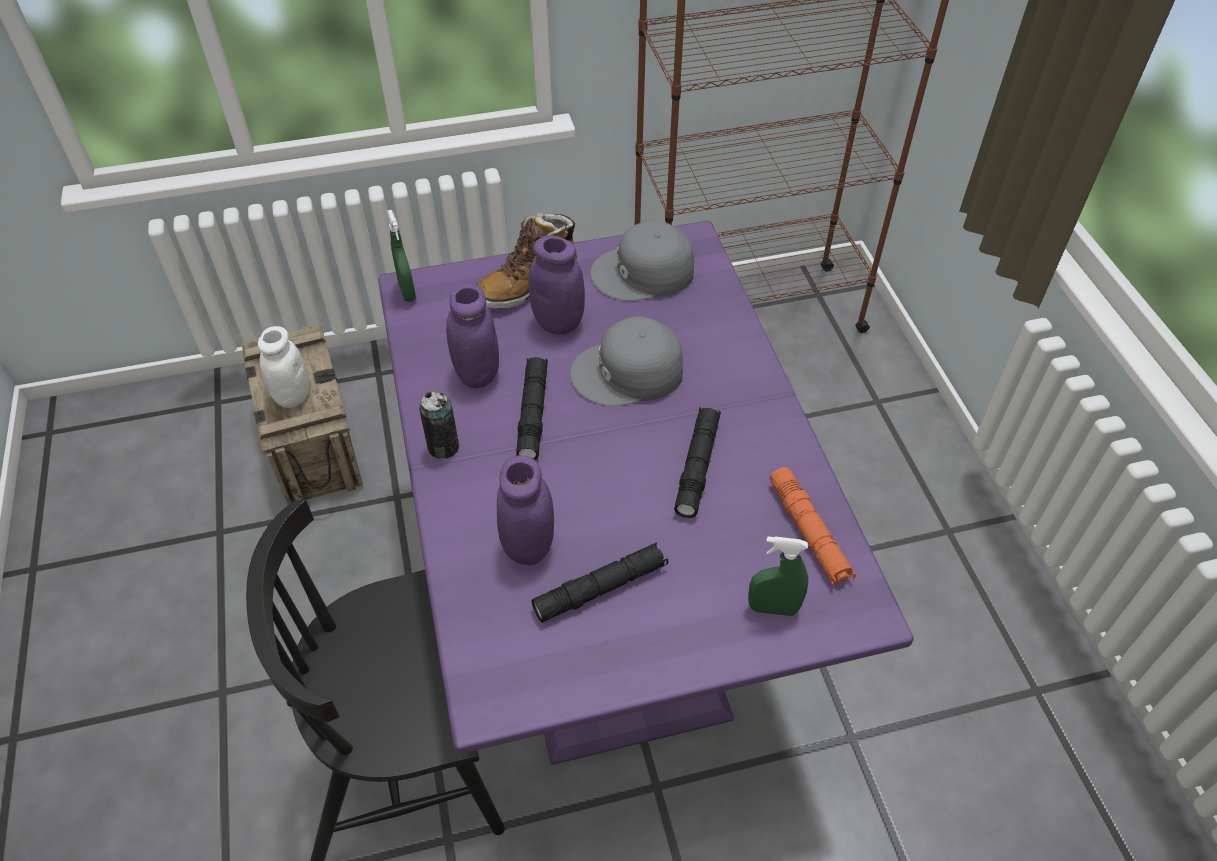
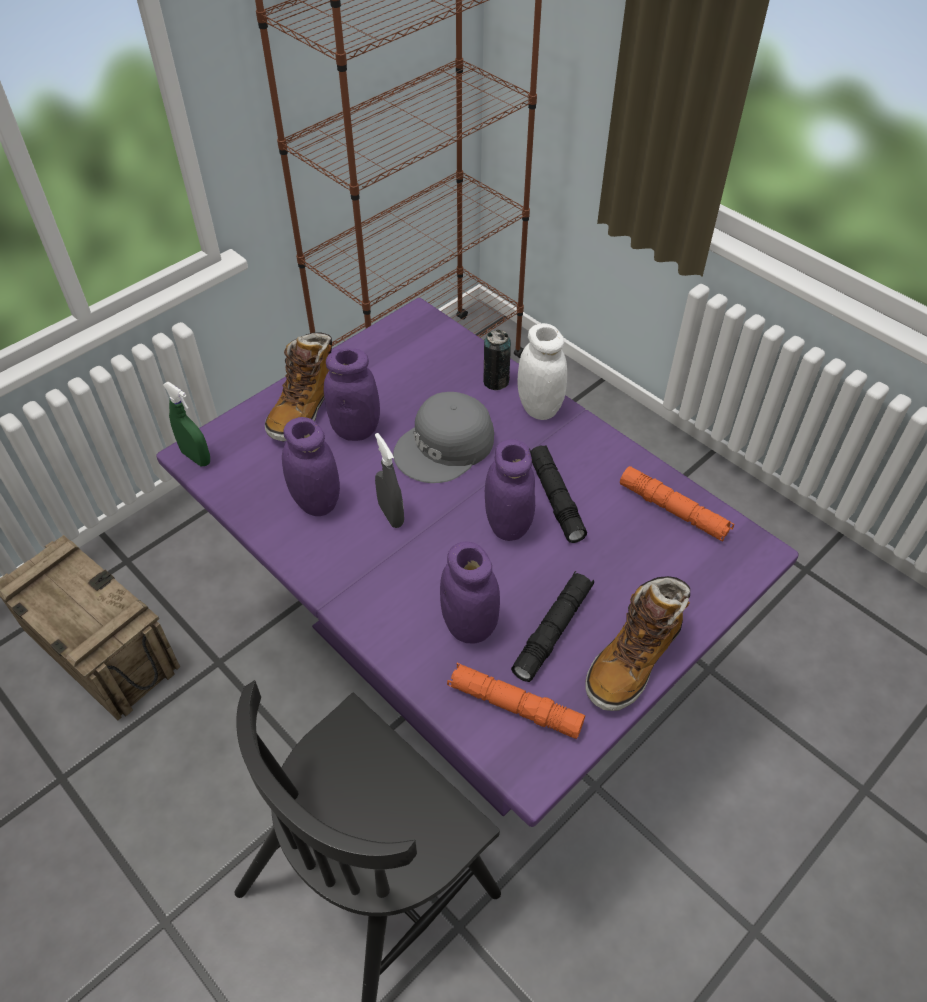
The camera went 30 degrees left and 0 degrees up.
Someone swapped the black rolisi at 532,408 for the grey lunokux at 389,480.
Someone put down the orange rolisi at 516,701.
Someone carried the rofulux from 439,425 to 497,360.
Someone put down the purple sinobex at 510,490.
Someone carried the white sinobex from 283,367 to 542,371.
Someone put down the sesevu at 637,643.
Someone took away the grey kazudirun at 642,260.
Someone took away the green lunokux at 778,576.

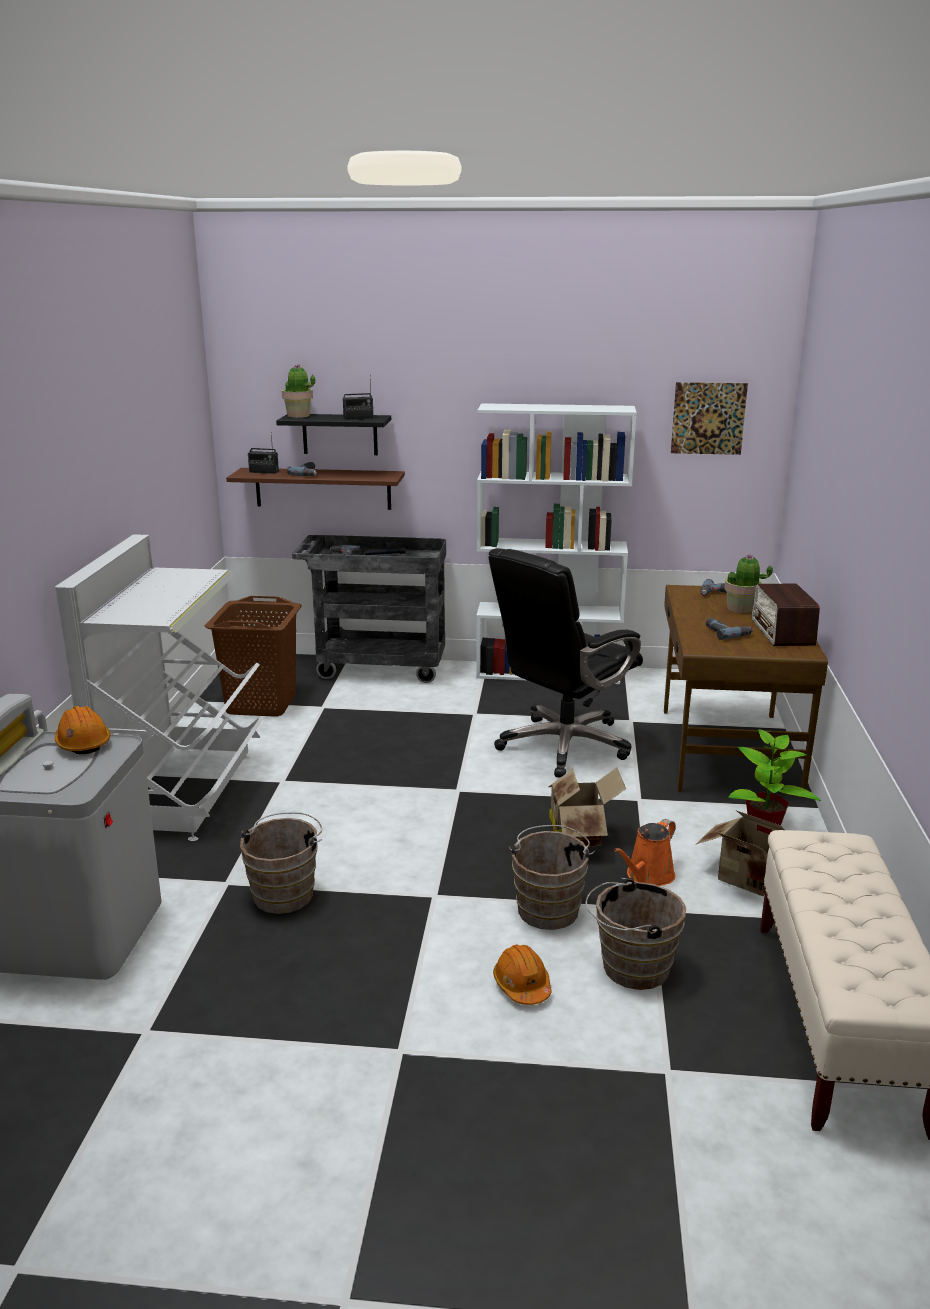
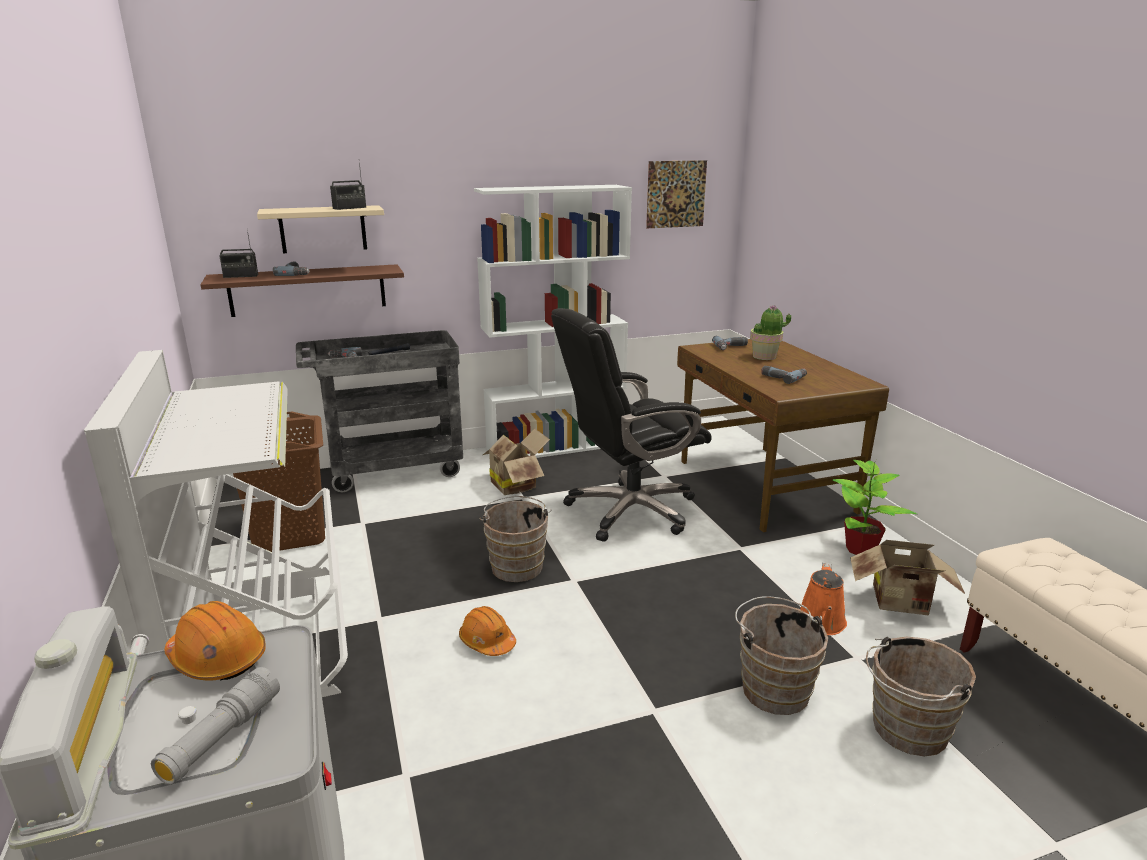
The camera went 25 degrees left and 0 degrees up.
Someone put down the grey rolisi at 215,726.
Someone repainted the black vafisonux at 333,434, which became the beige vafisonux at 320,229.
Someone carried the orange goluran from 522,975 to 487,631.
Someone carried the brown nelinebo from 281,863 to 515,539.
Someone carried the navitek from 587,807 to 516,462.
Someone rotated the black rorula at 565,663 by 45 degrees clockwise.
Someone took away the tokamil at 298,391.
Someone took away the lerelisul at 786,615.

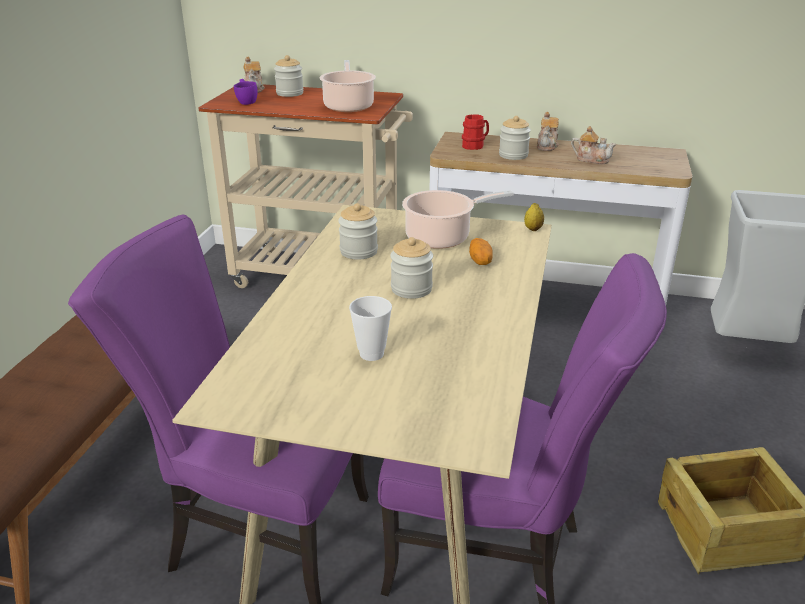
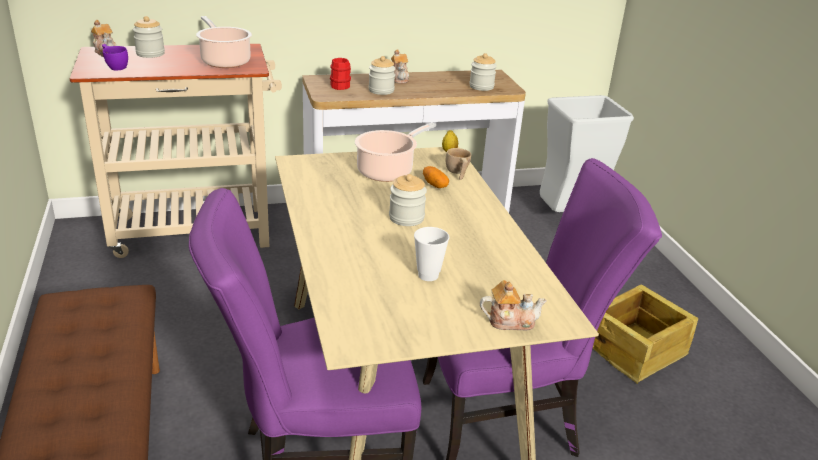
The camera went 30 degrees left and 0 degrees up.
Someone put down the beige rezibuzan at 458,164.
Someone carried the sinobex from 358,231 to 483,72.
Someone carried the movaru from 593,145 to 513,305.

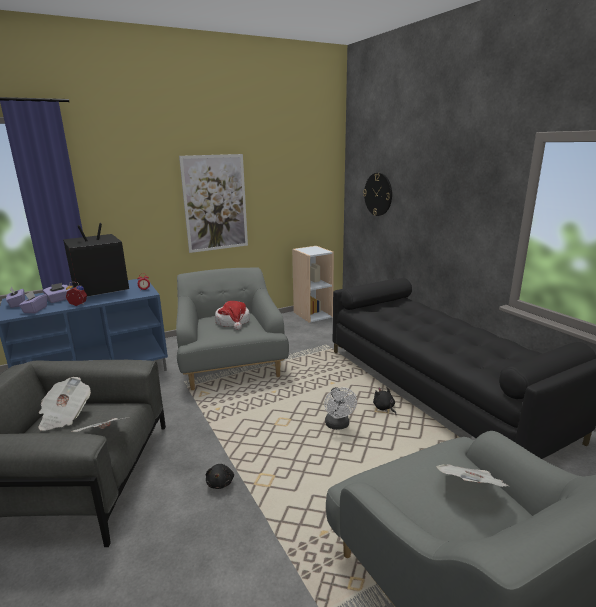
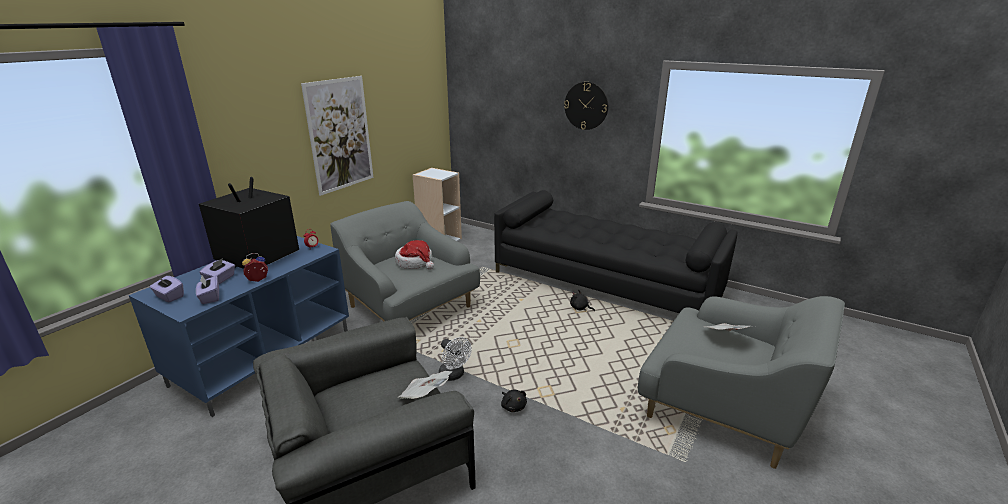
The camera went 30 degrees left and 5 degrees up.
Someone carried the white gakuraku from 340,408 to 455,359.
Someone carried the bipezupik from 377,194 to 586,106.
Someone took away the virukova at 64,404.

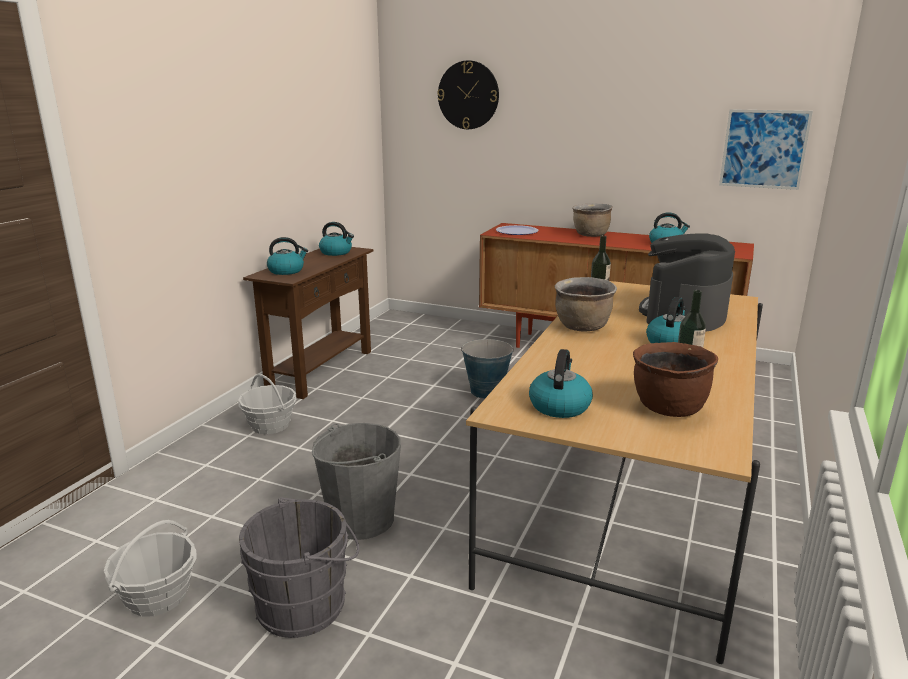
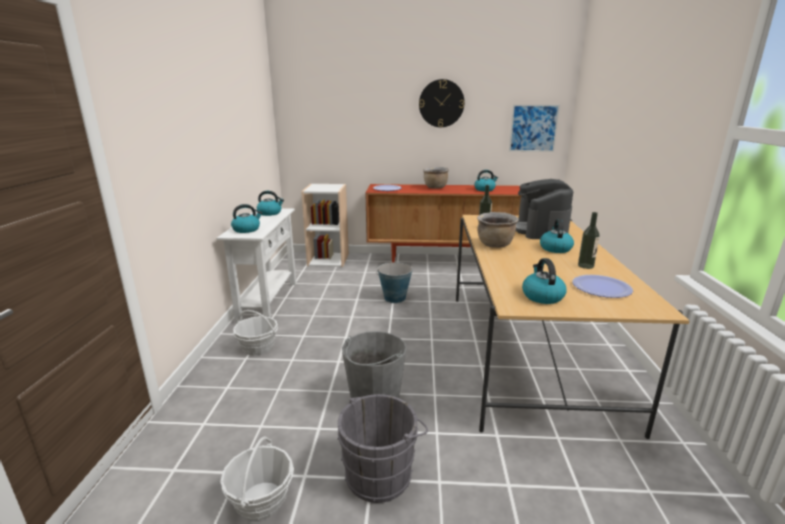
The camera went 20 degrees left and 0 degrees up.
Someone repainted the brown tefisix at 308,323, which became the white tefisix at 256,265.
Someone put down the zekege at 325,225.
Someone carried the bipezupik from 468,94 to 441,103.
Someone swapped the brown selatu at 675,379 for the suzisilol at 602,286.

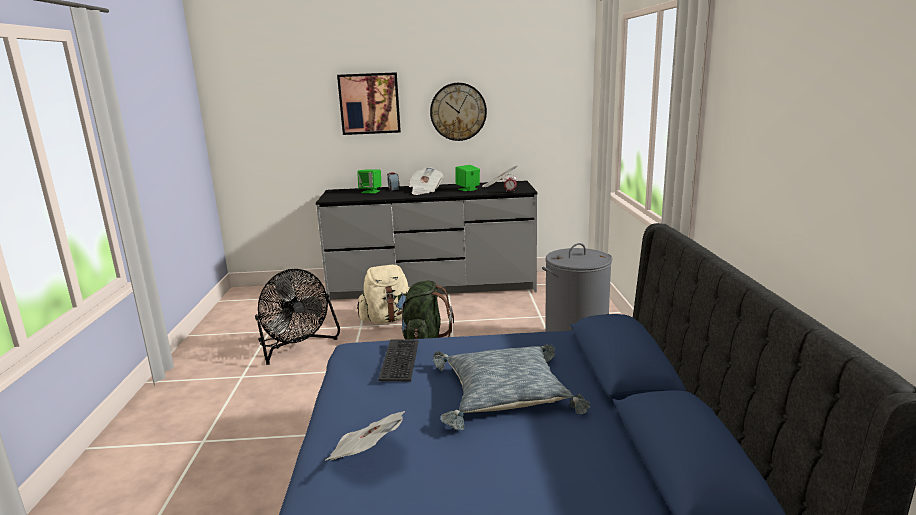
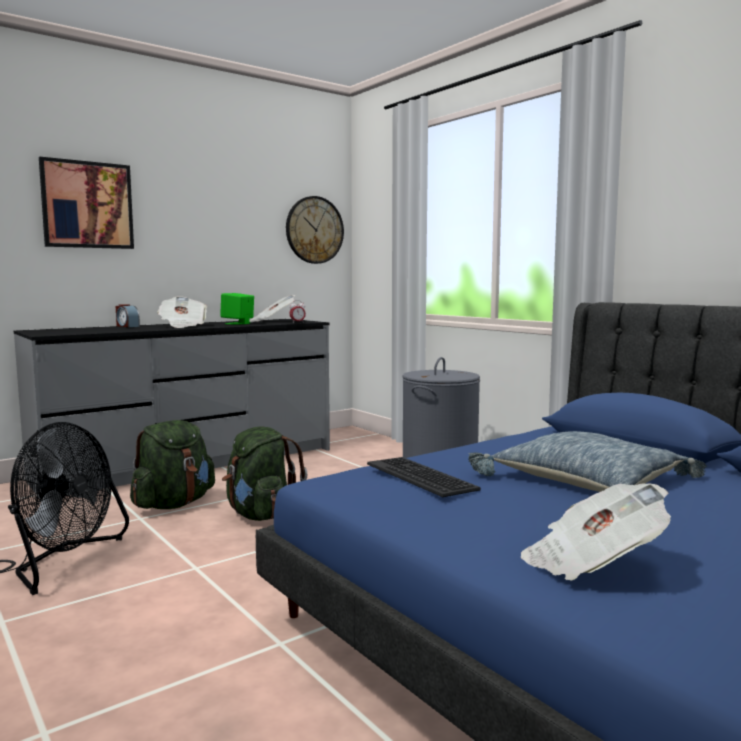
The camera went 35 degrees left and 10 degrees down.
Someone repainted the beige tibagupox at 383,294, which became the green tibagupox at 172,464.
Someone carried the bipezupik from 458,112 to 315,230.
Someone took away the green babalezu at 369,181.

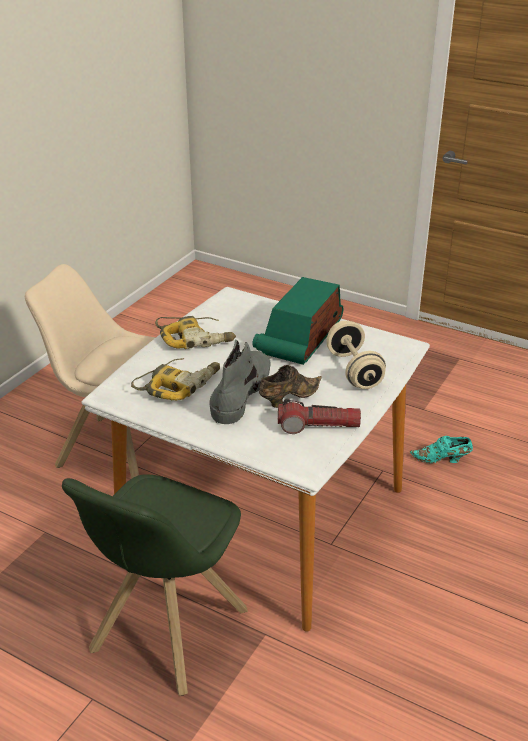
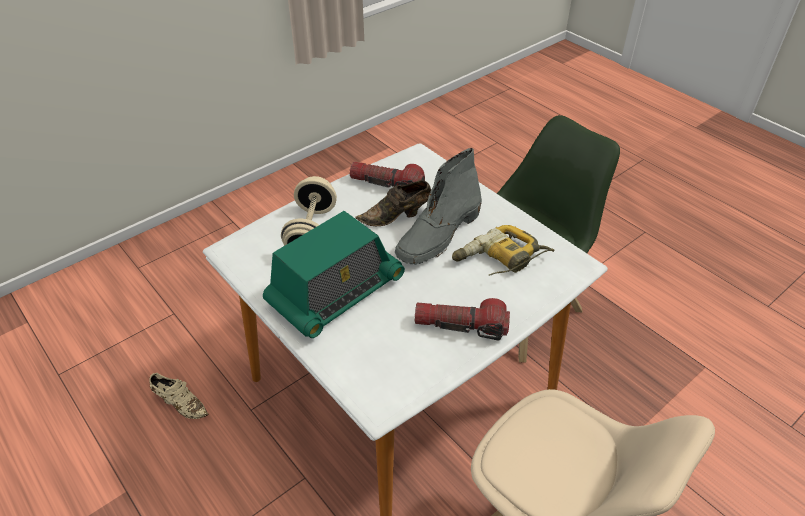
The camera went 160 degrees left and 10 degrees up.
Someone repainted the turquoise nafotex at 441,449, which became the beige nafotex at 179,396.
Someone swapped the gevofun at 195,332 for the rolisi at 462,319.

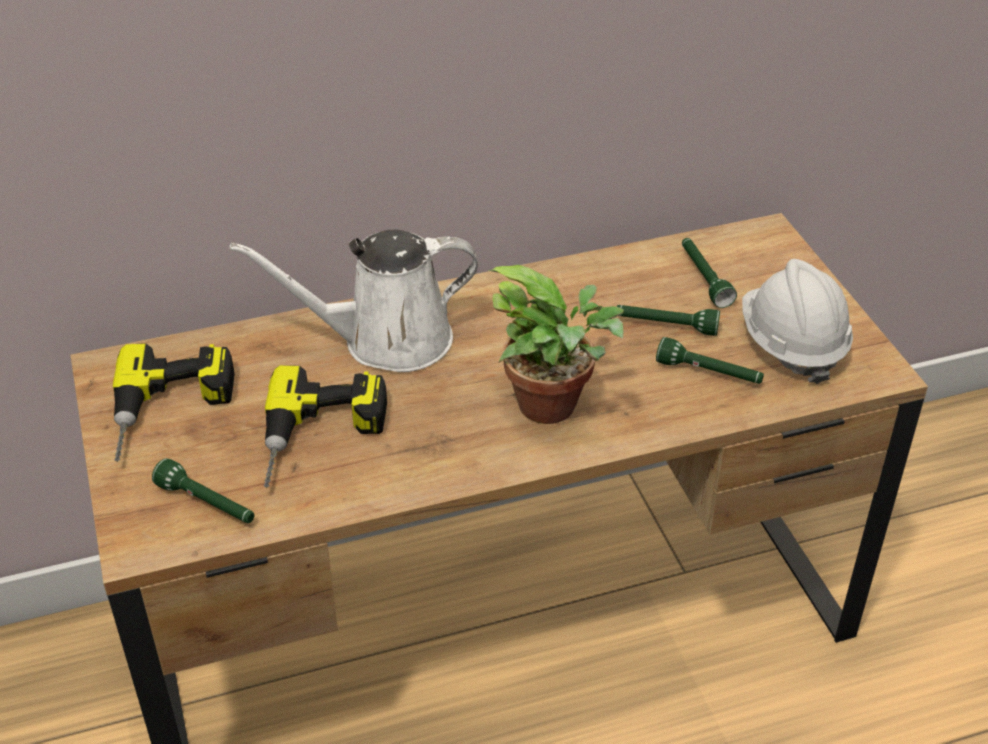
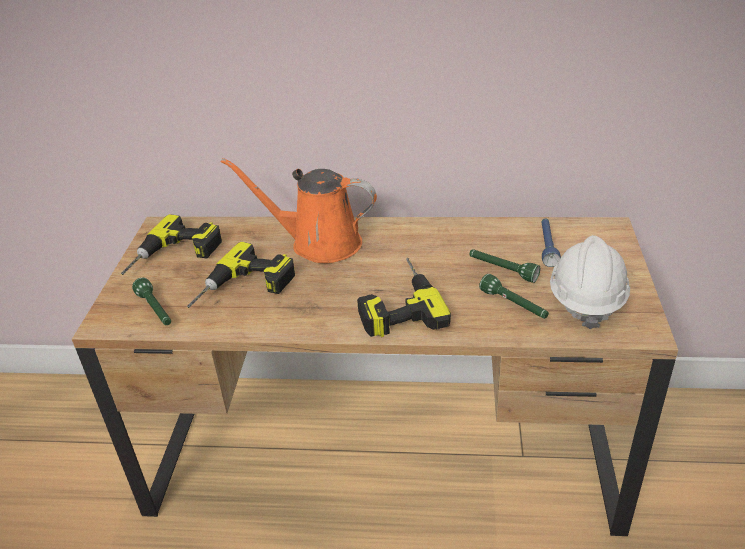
The camera went 25 degrees right and 5 degrees down.
Someone repainted the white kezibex at 354,301, which became the orange kezibex at 299,210.
Someone swapped the tokamil at 556,344 for the gevofun at 404,297.
Someone repainted the green rolisi at 709,273, which became the blue rolisi at 551,242.

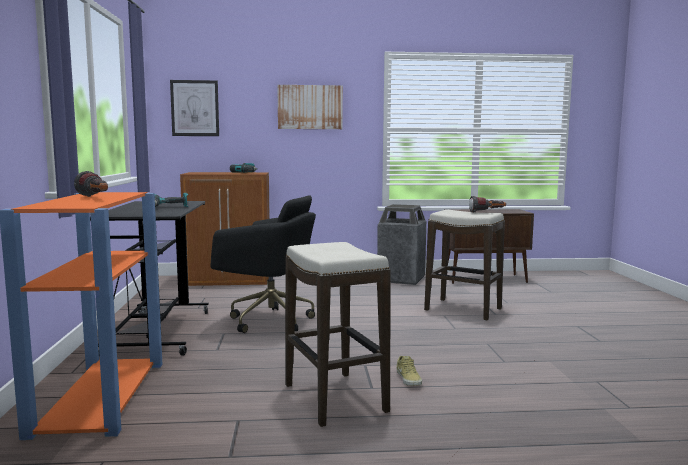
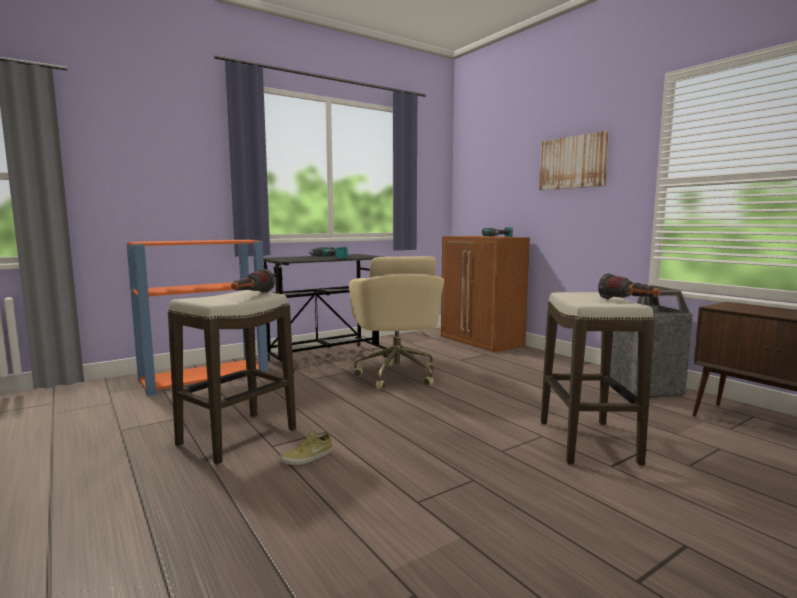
The camera went 60 degrees right and 0 degrees up.
Someone carried the rolisi from 91,184 to 253,281.
Someone repainted the black rorula at 263,264, which became the beige rorula at 396,323.
Someone took away the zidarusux at 194,108.

